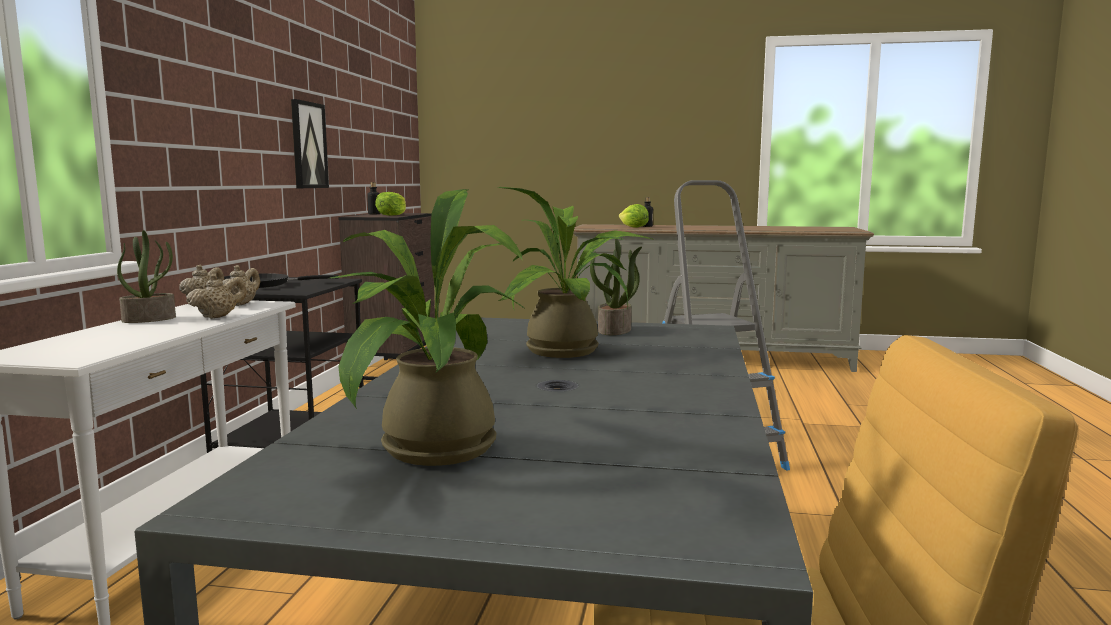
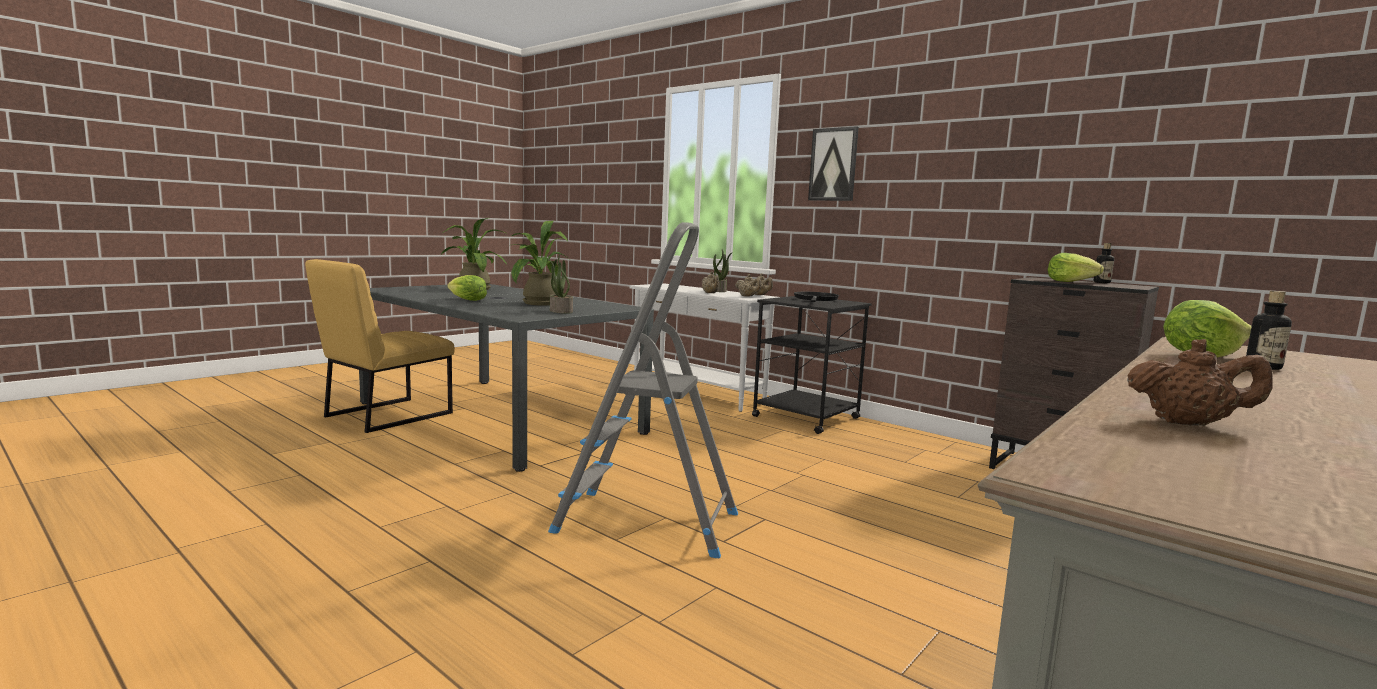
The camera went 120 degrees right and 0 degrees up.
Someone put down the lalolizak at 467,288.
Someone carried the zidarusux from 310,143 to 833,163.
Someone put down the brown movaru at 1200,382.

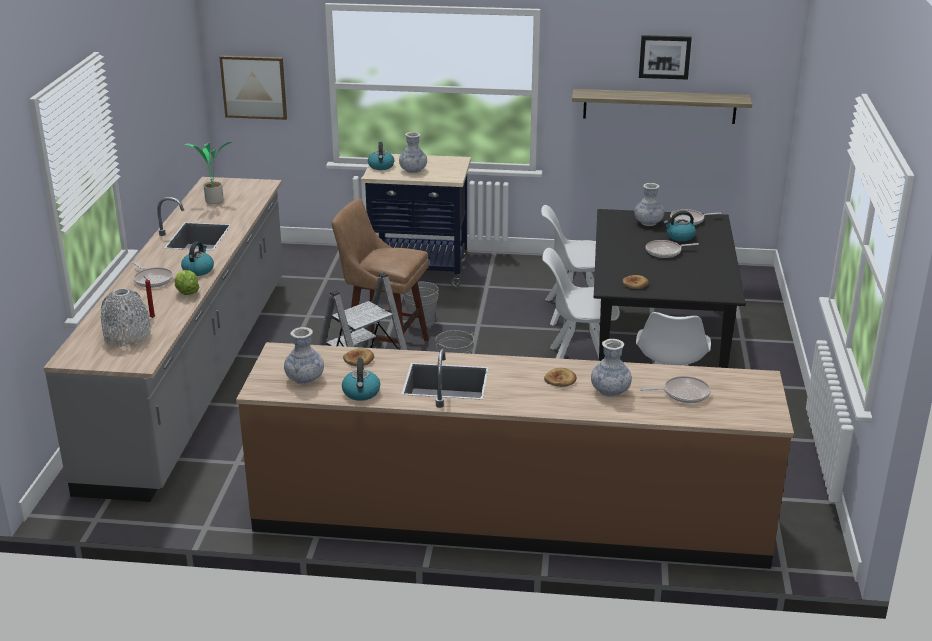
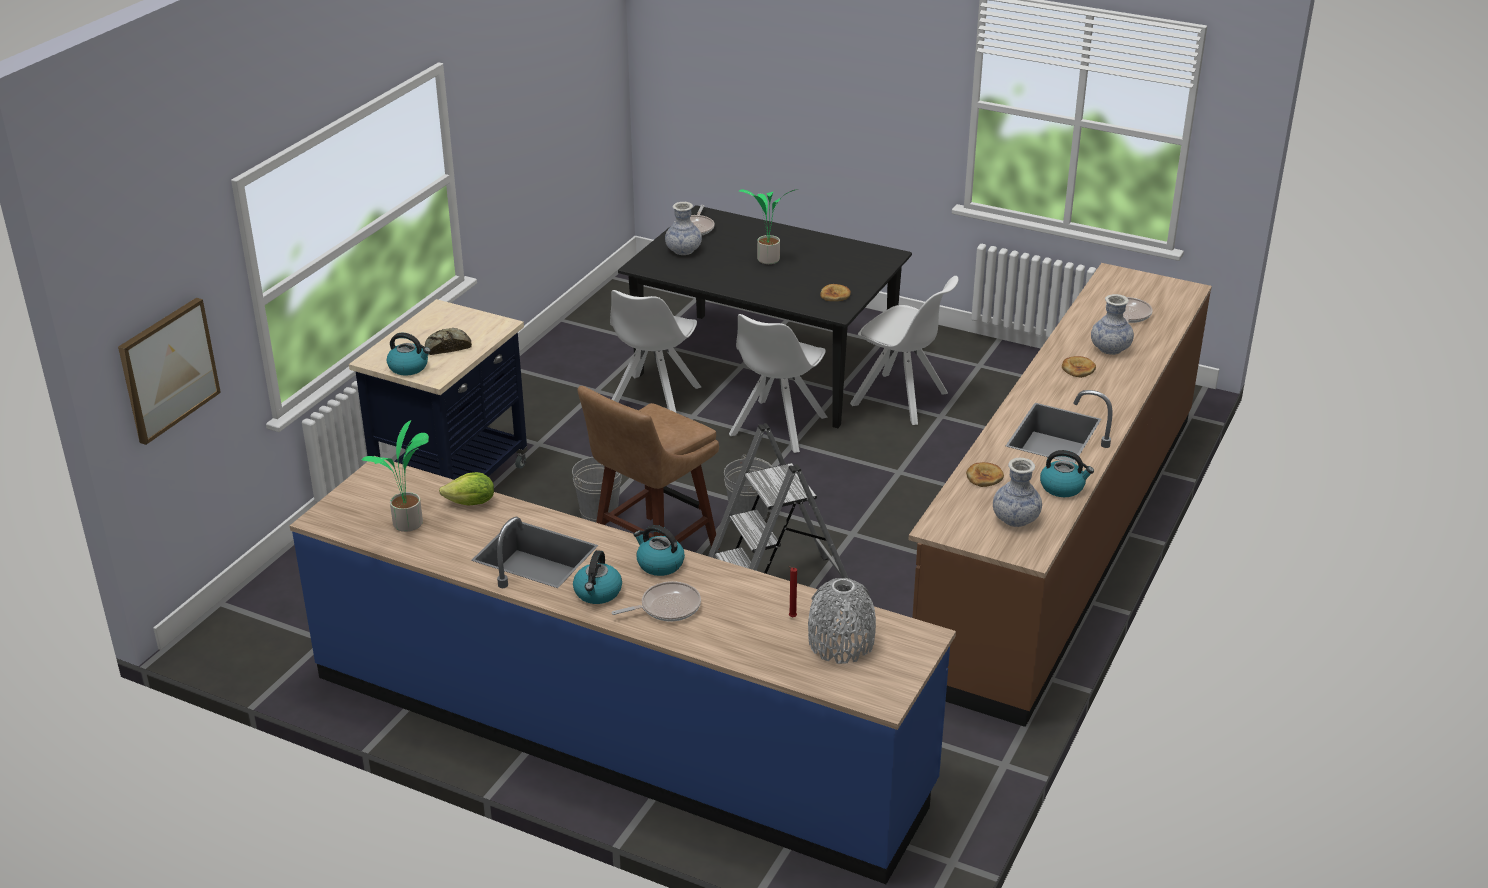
The camera went 70 degrees left and 5 degrees up.
Someone repainted the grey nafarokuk at 163,339, which became the blue nafarokuk at 623,670.
Someone swapped the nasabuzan at 413,152 for the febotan at 448,341.
Someone carried the lalolizak from 187,282 to 466,489.
Someone carried the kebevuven from 680,226 to 597,577.
Someone swapped the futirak at 672,249 for the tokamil at 768,226.
Someone took away the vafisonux at 662,106.
Someone took away the zidarusux at 665,57.

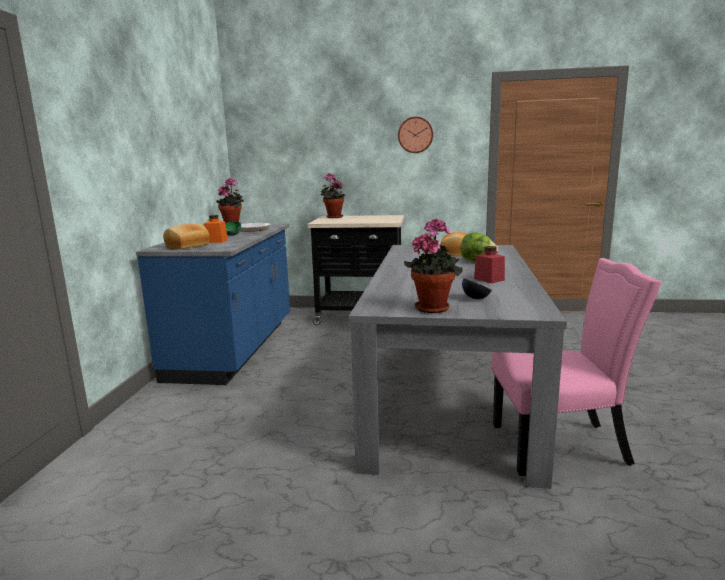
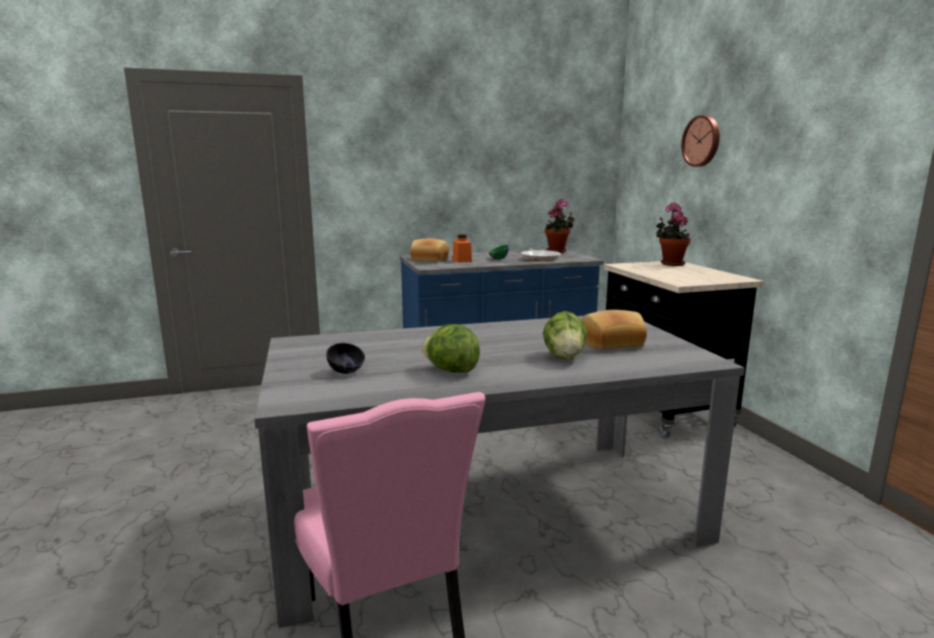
The camera went 65 degrees right and 0 degrees up.
Someone swapped the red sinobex at 489,264 for the lalolizak at 451,348.
Someone carried the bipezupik from 415,135 to 700,141.
Someone took away the tokamil at 433,265.

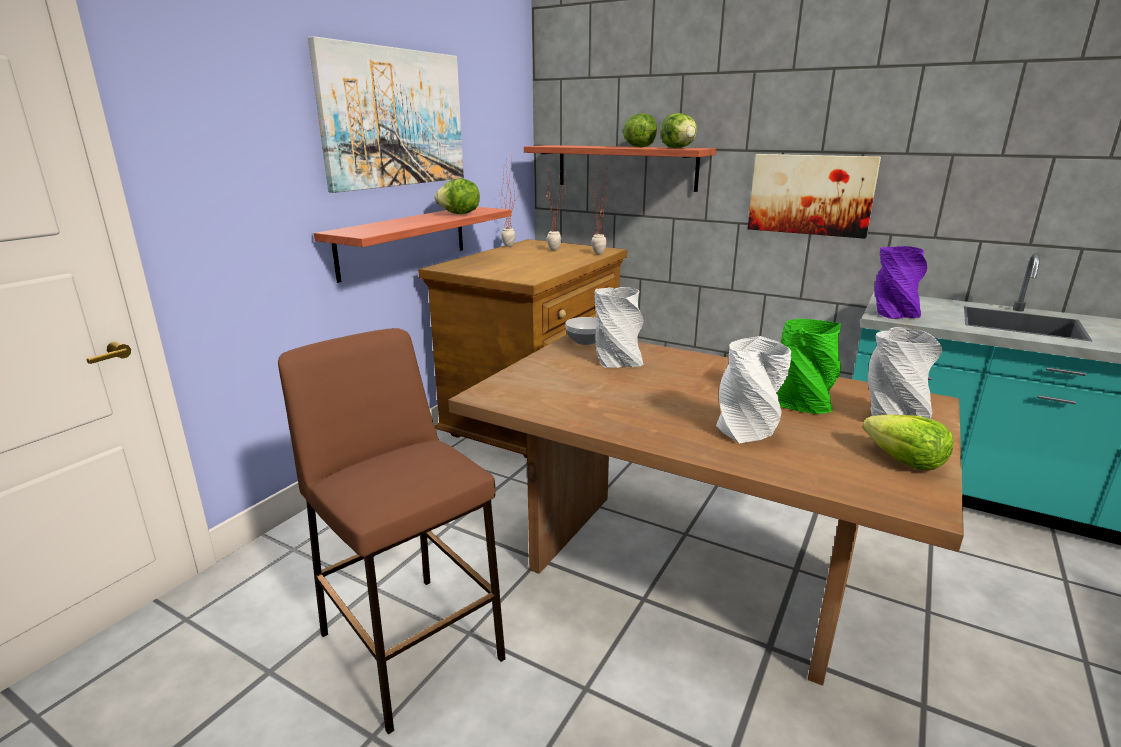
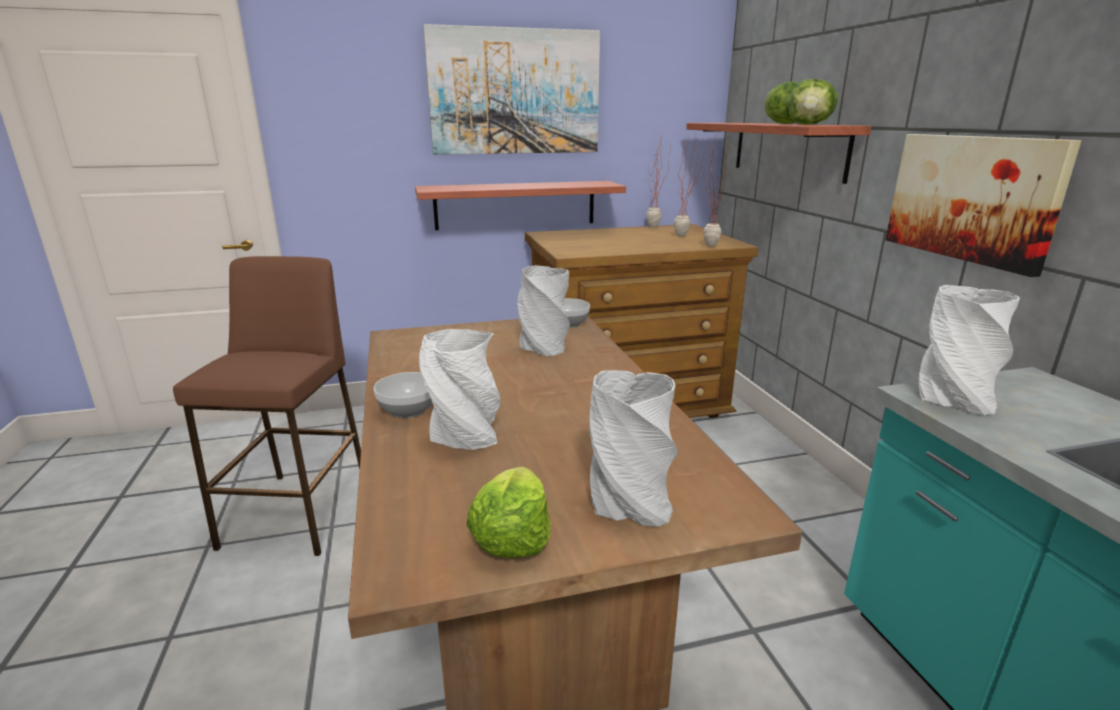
The camera went 45 degrees right and 0 degrees up.
Someone put down the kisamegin at 403,395.
Someone repainted the purple nasabuzan at 901,282, which became the white nasabuzan at 969,350.
Someone took away the lalolizak at 457,196.
Someone took away the green nasabuzan at 809,366.

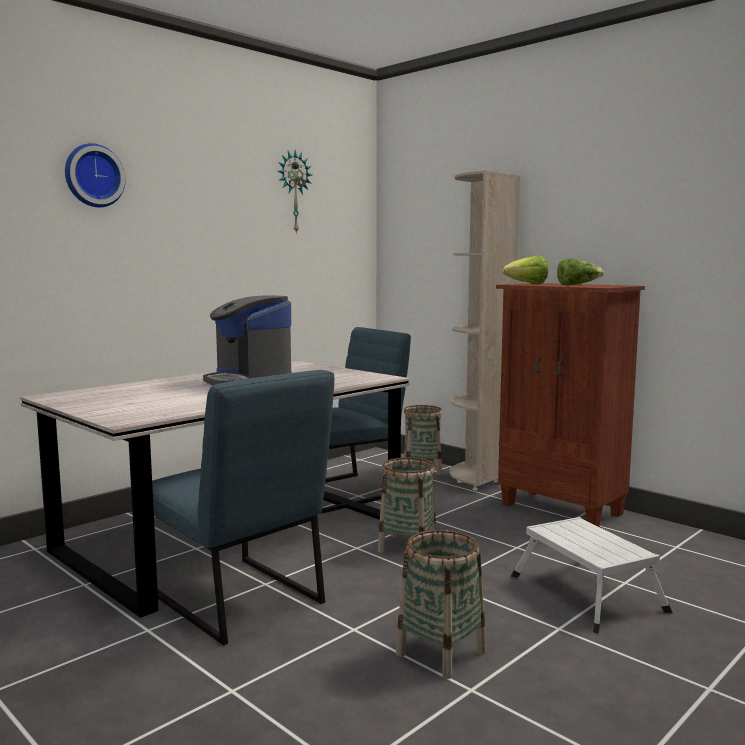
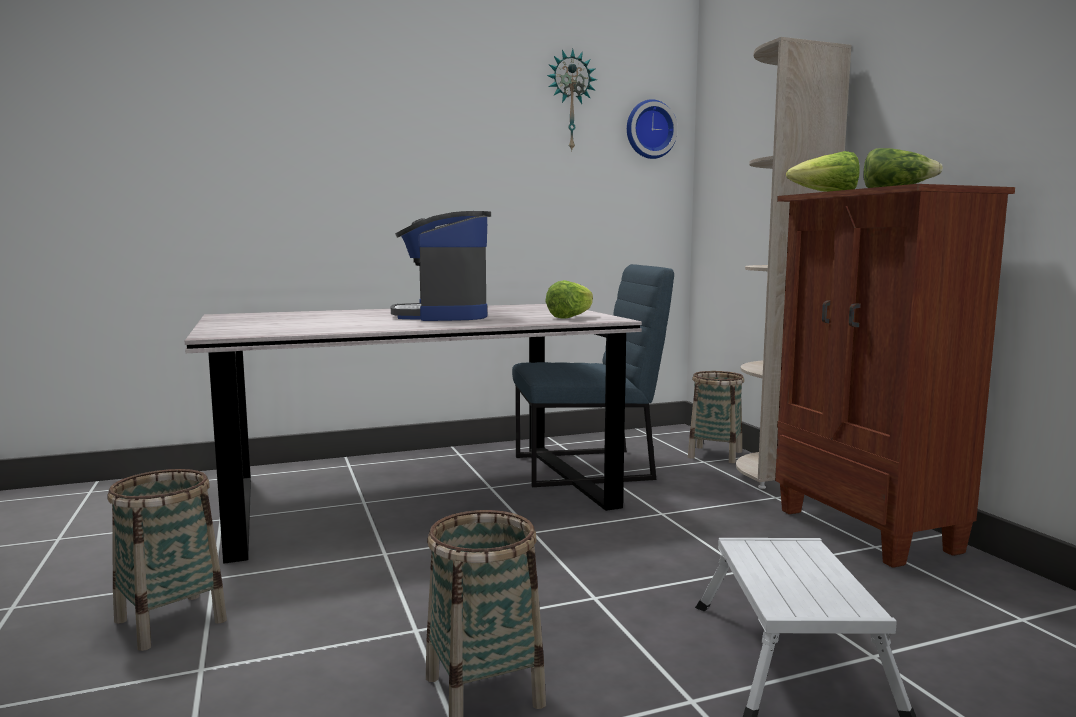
The camera went 25 degrees right and 0 degrees up.
Someone carried the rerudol from 407,505 to 167,560.
Someone put down the lalolizak at 569,299.
Someone carried the bipezupik from 95,175 to 652,129.
Someone took away the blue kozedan at 243,507.

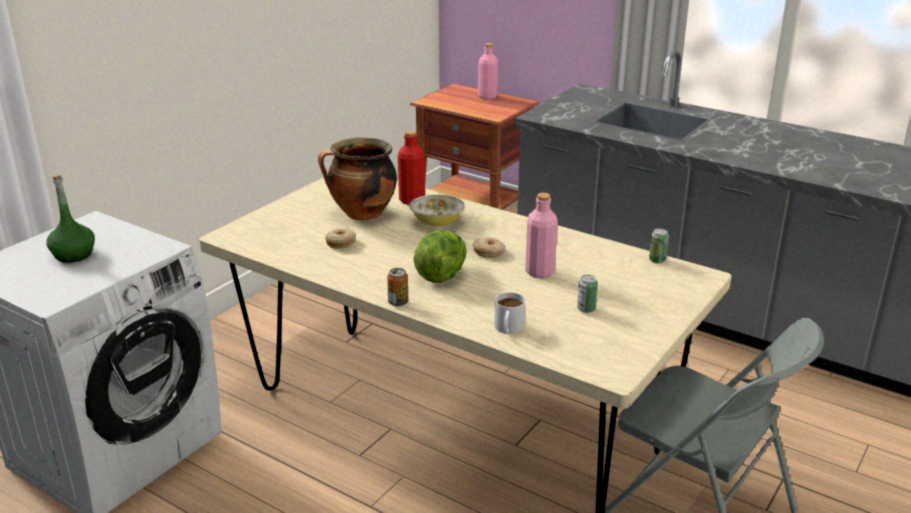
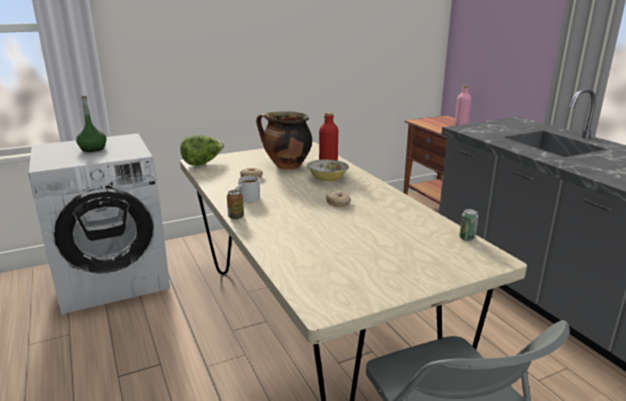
The camera went 30 degrees right and 5 degrees down.
Someone carried the lalolizak from 439,257 to 202,150.
Someone carried the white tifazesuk from 509,313 to 247,189.
Someone took away the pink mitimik at 541,235.
Someone took away the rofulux at 587,294.

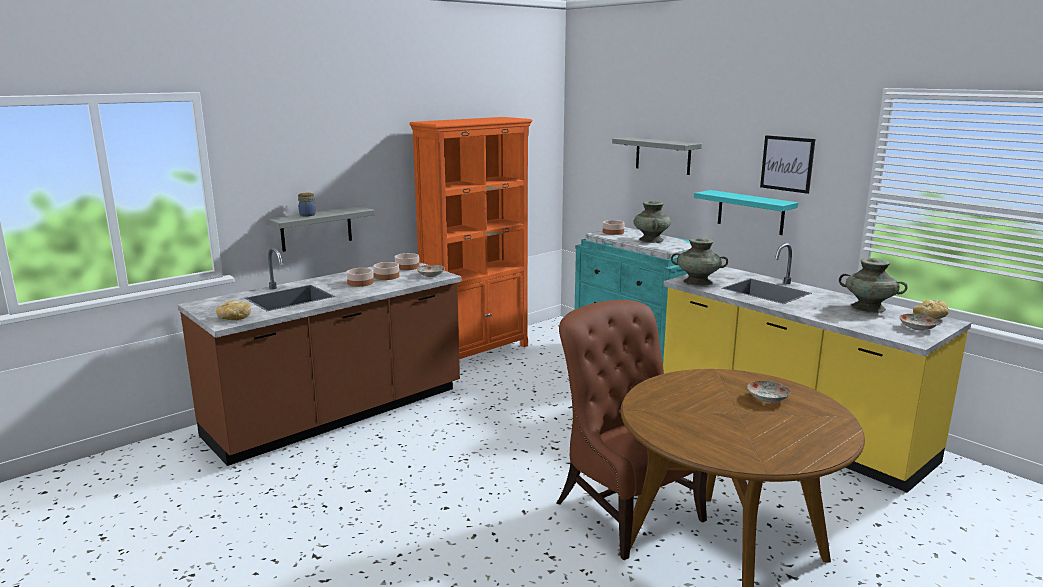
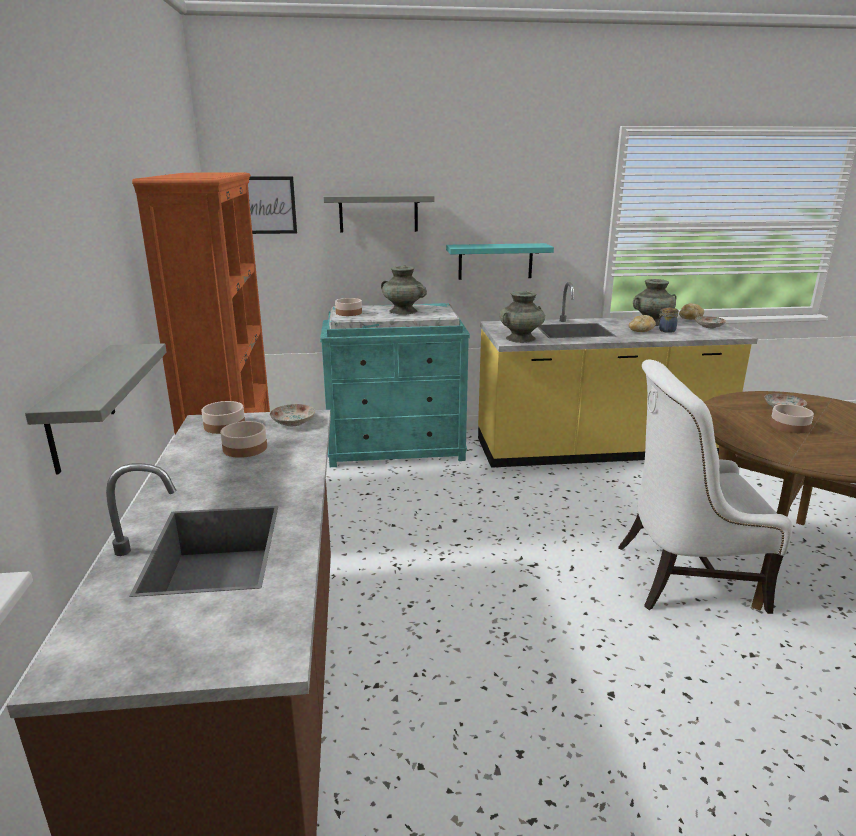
The camera went 55 degrees left and 5 degrees up.
Someone carried the zidarusux from 787,164 to 272,205.
Someone repainted the brown kozedan at 632,430, which became the white kozedan at 705,487.
Someone carried the febotan from 233,310 to 642,323.
Someone carried the sinobex from 307,204 to 668,320.
Someone carried the kisamegin from 360,277 to 792,418.

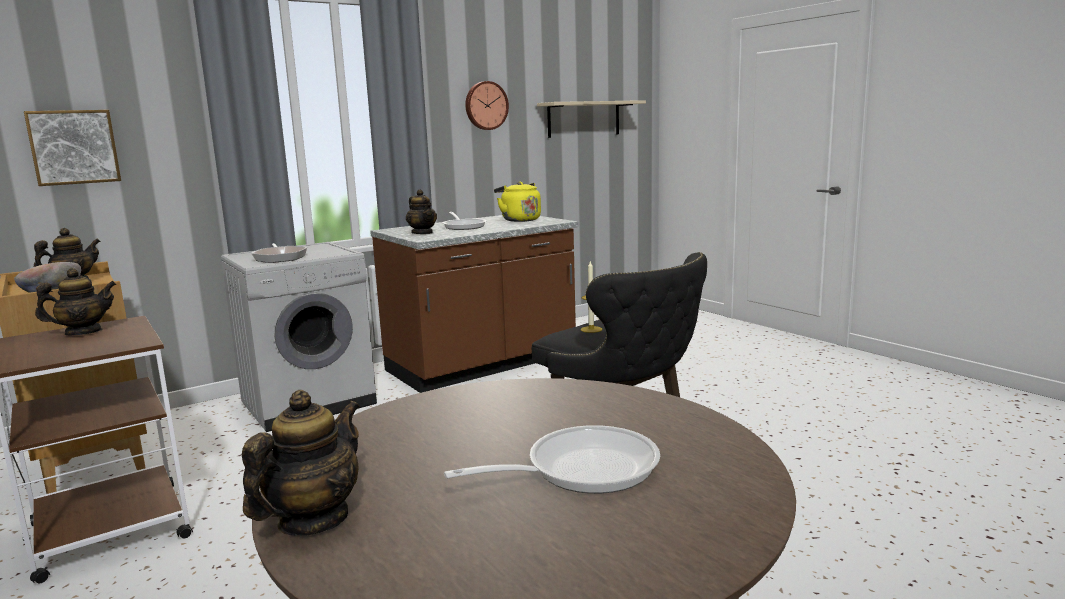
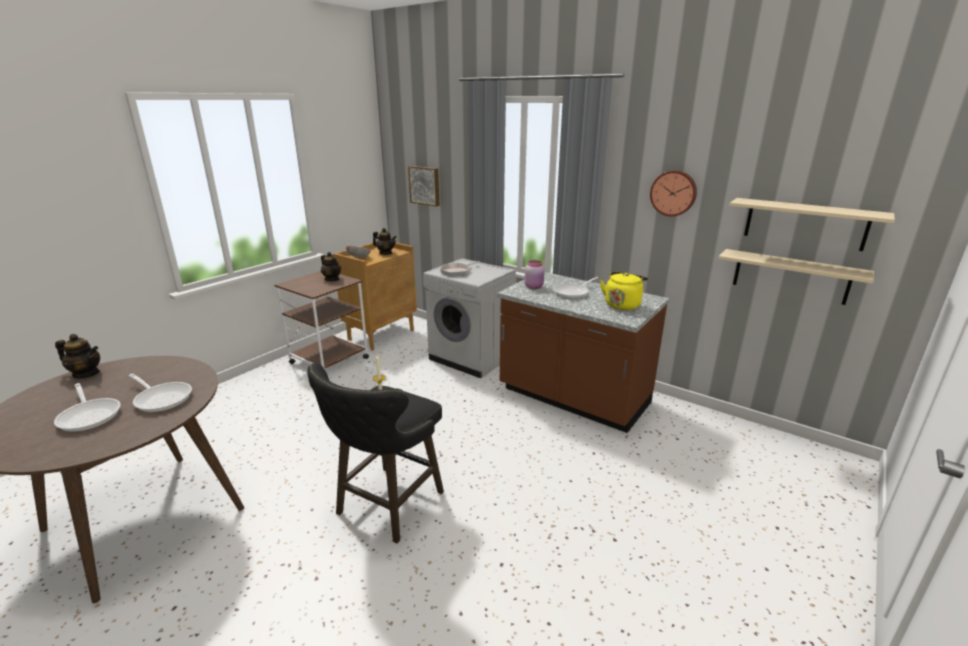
The camera went 70 degrees right and 10 degrees up.
Someone put down the futirak at 160,393.
Someone swapped the movaru at 421,211 for the pink sinobex at 534,274.
Someone put up the beige vafisonux at 796,277.

